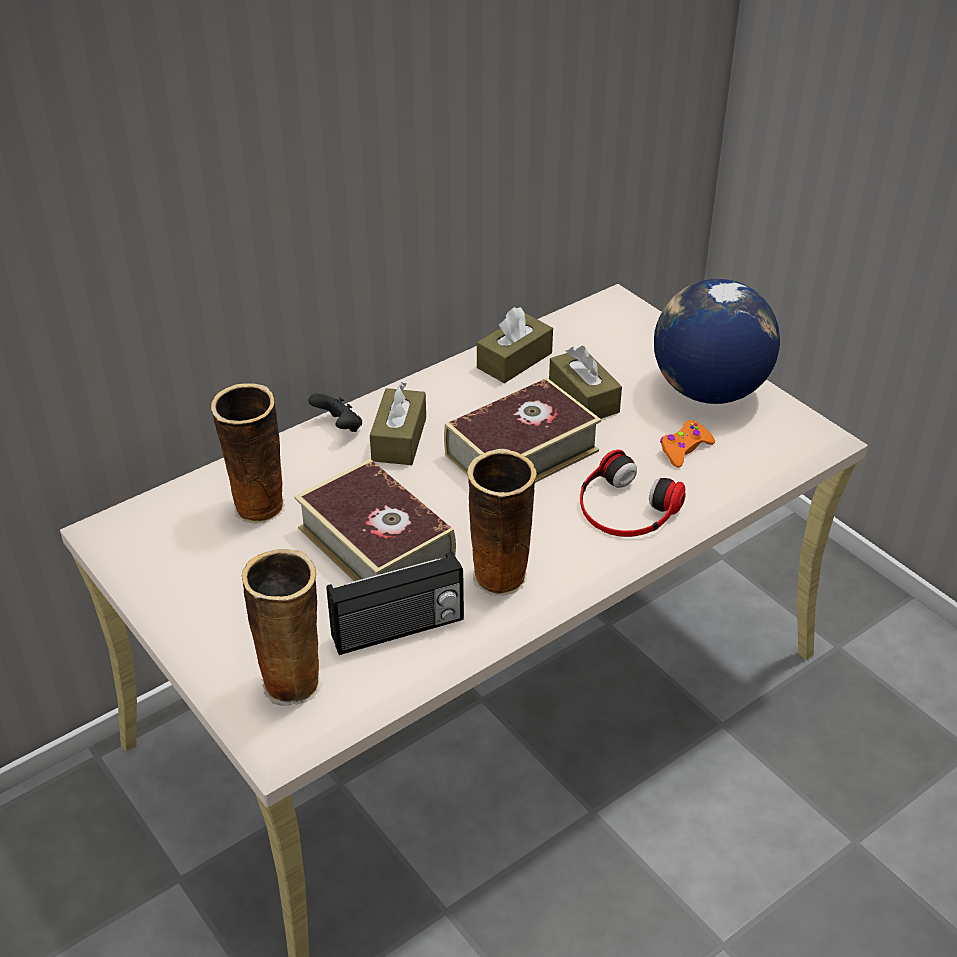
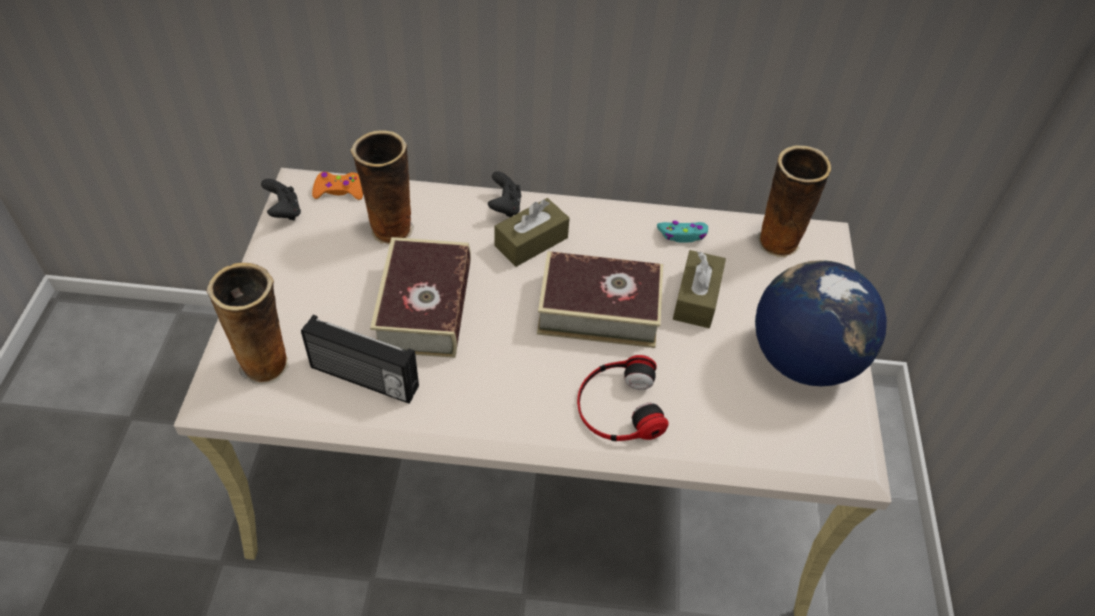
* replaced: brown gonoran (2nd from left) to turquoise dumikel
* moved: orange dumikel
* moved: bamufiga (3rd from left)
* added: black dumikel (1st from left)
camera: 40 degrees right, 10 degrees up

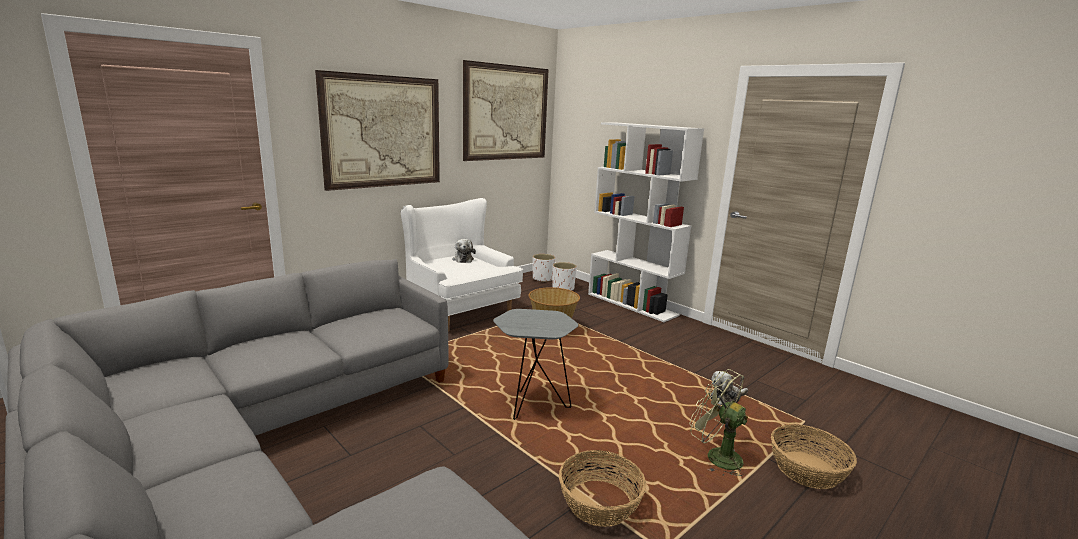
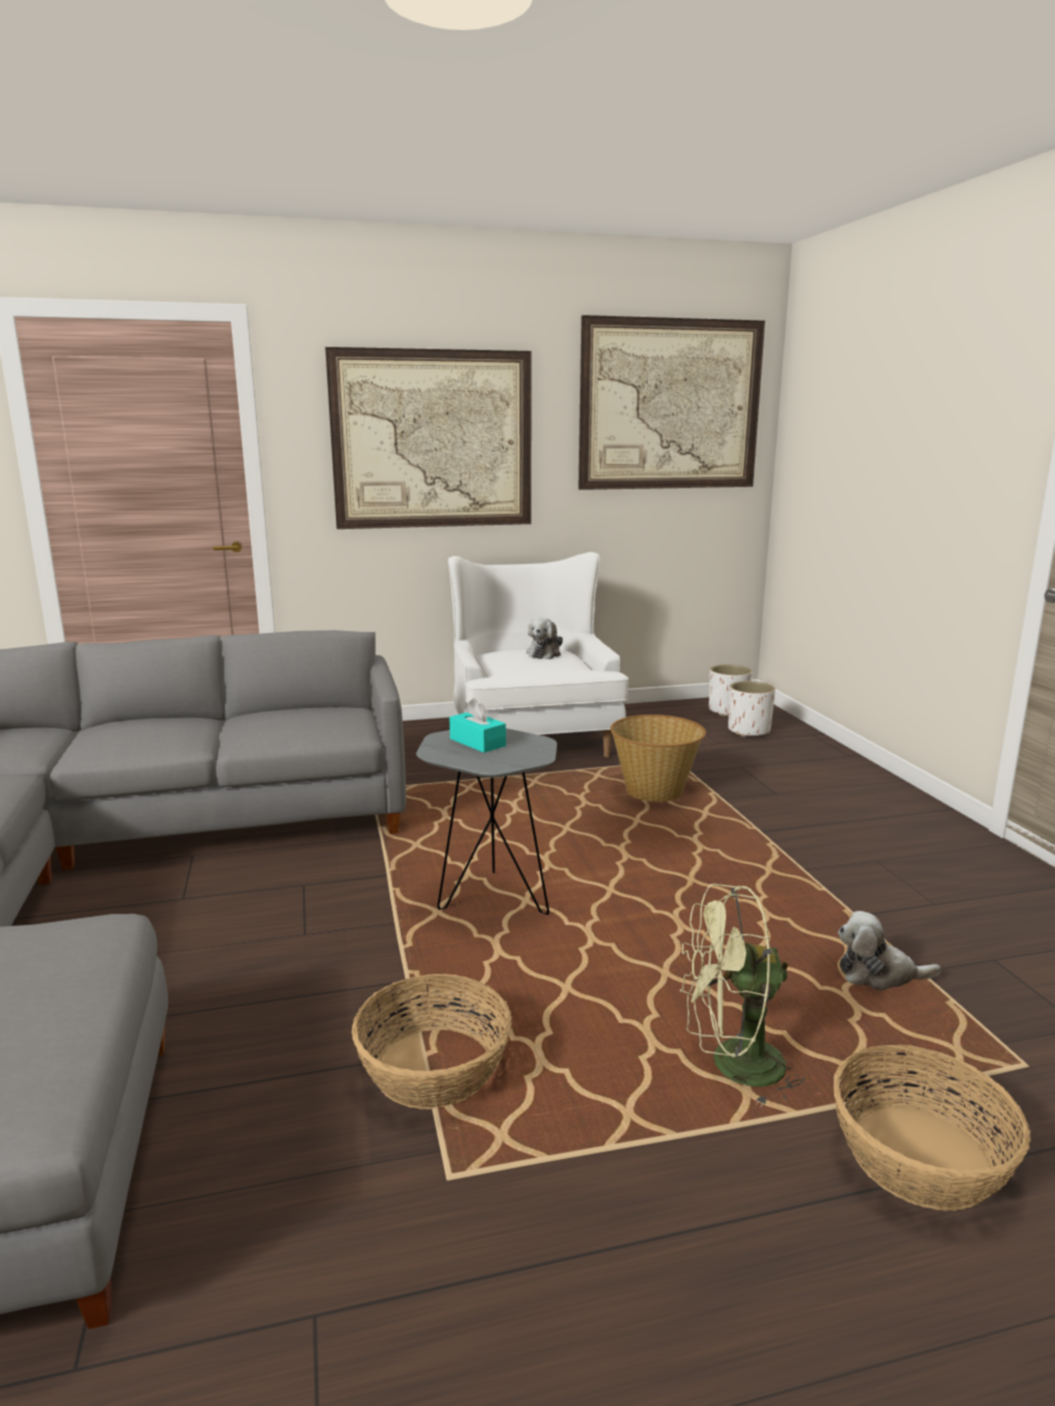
* removed: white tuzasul
* turned: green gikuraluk 75 degrees counterclockwise
* added: turquoise gonoran
camera: 30 degrees right, 0 degrees up

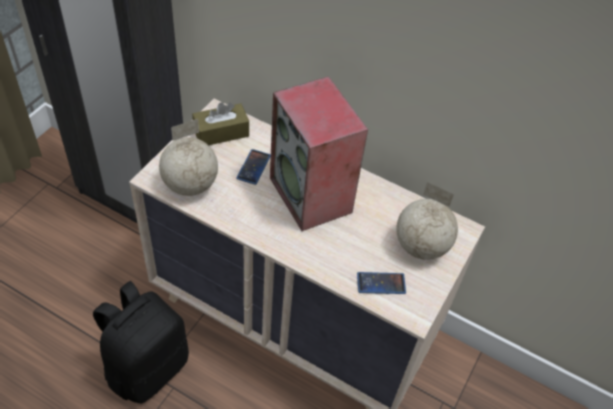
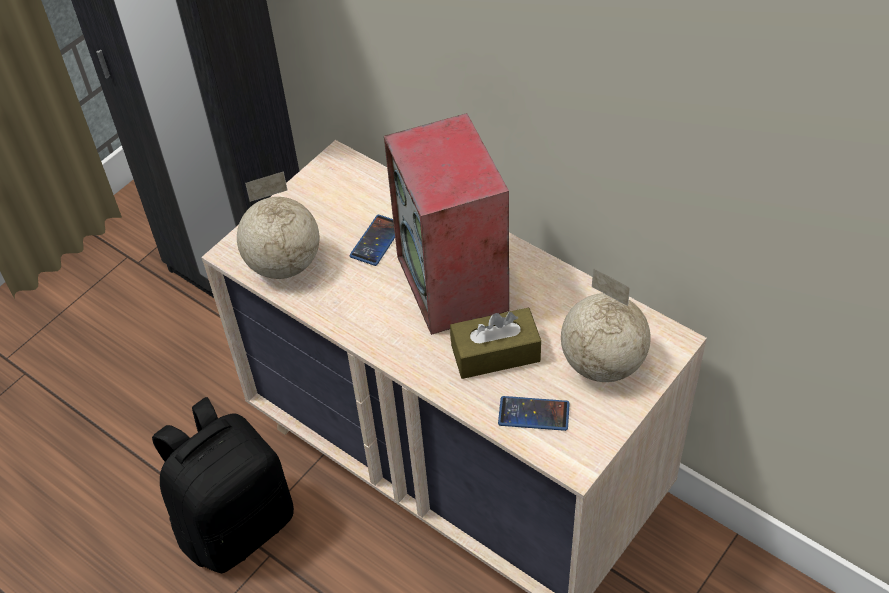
* moved: brown gonoran
camera: 15 degrees right, 0 degrees up

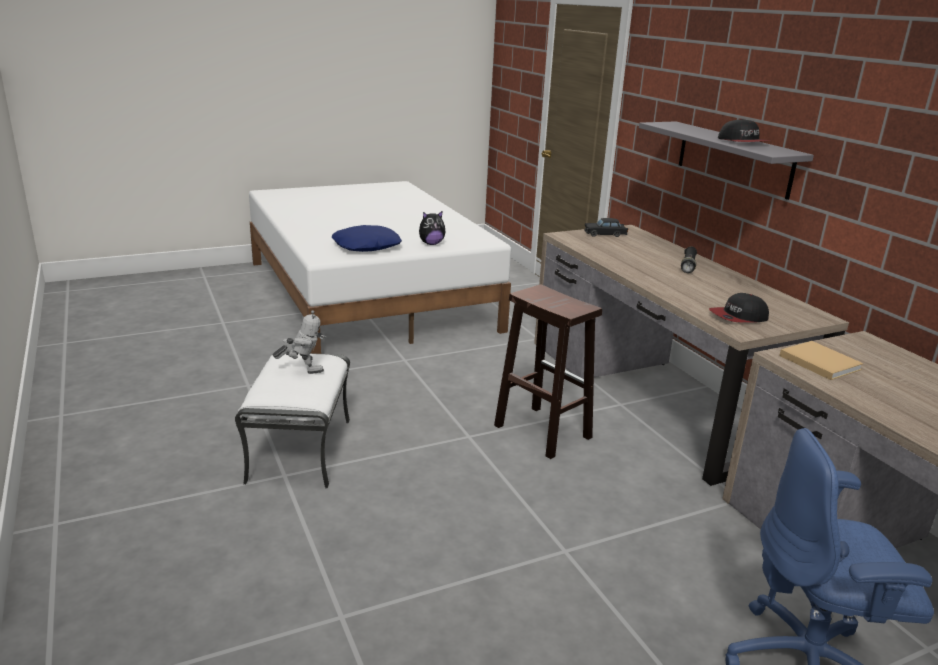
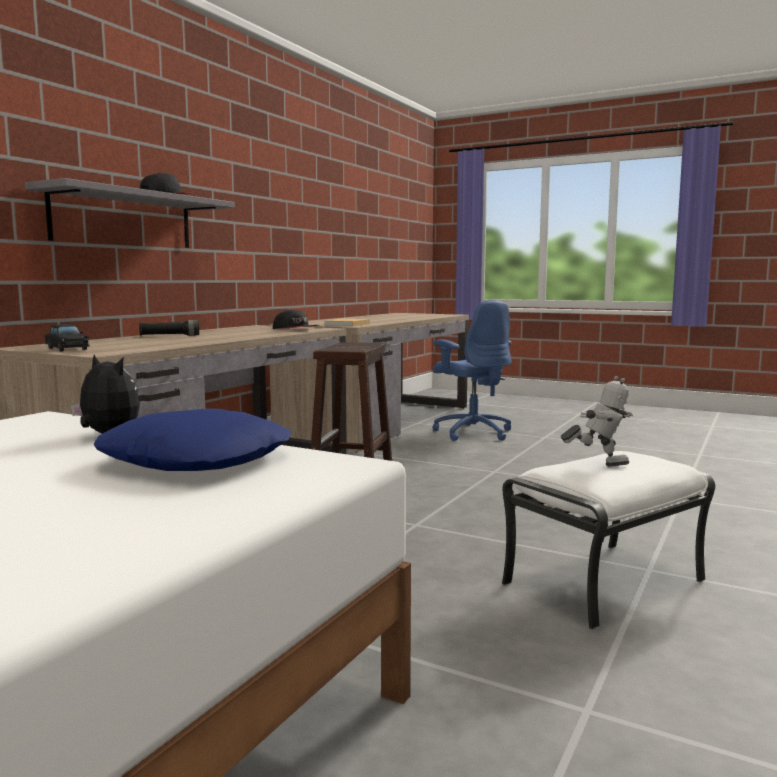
* turned: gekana 135 degrees clockwise
camera: 125 degrees left, 15 degrees down

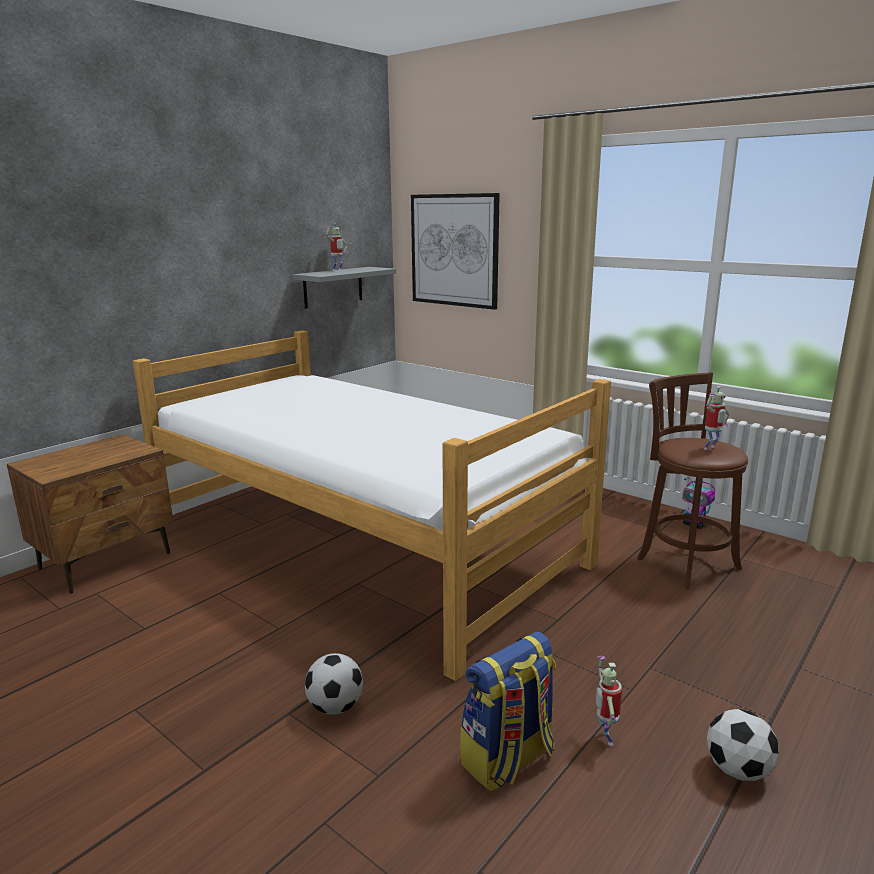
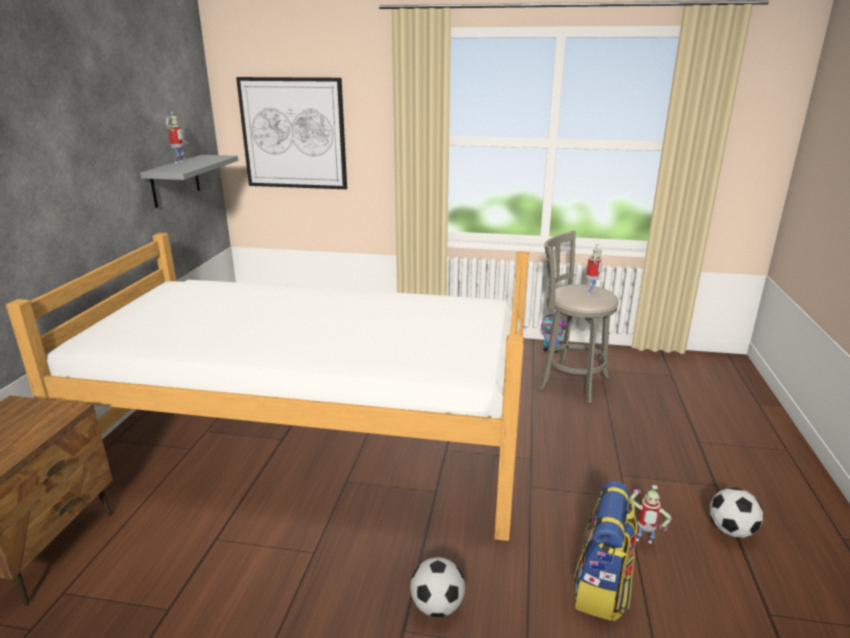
* recoloured: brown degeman to grey degeman
* turned: gekana (2nd from left in the first image) 45 degrees counterclockwise
camera: 30 degrees left, 5 degrees up

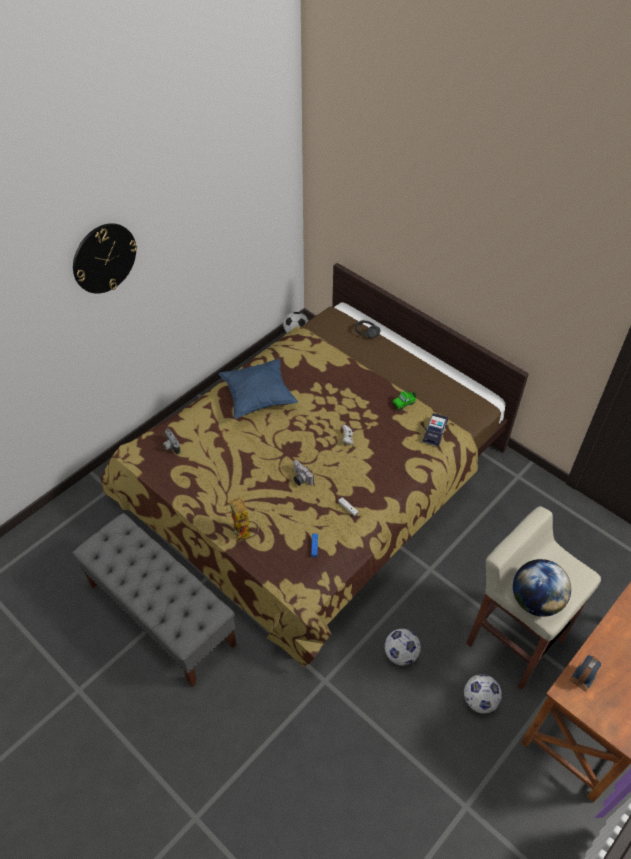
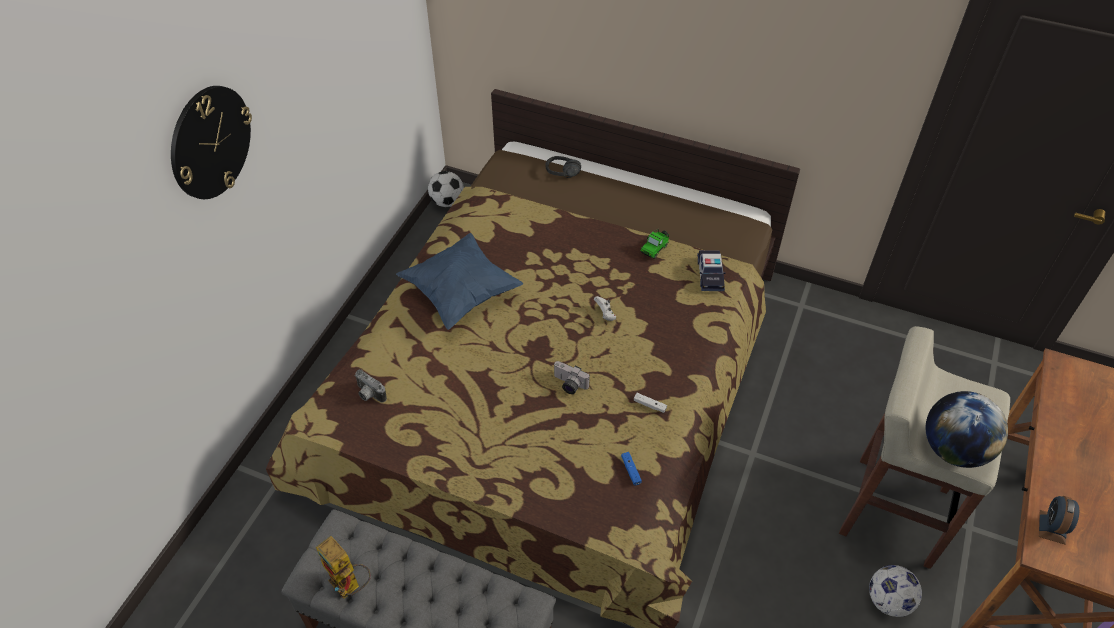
* moved: gekana
* removed: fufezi (2nd from left)
camera: 20 degrees left, 0 degrees up

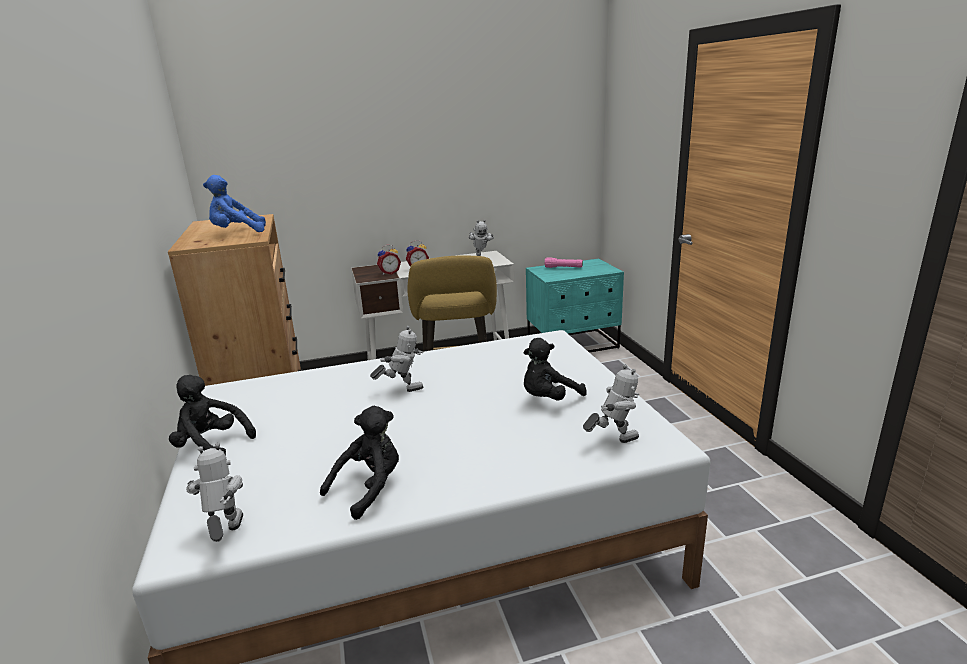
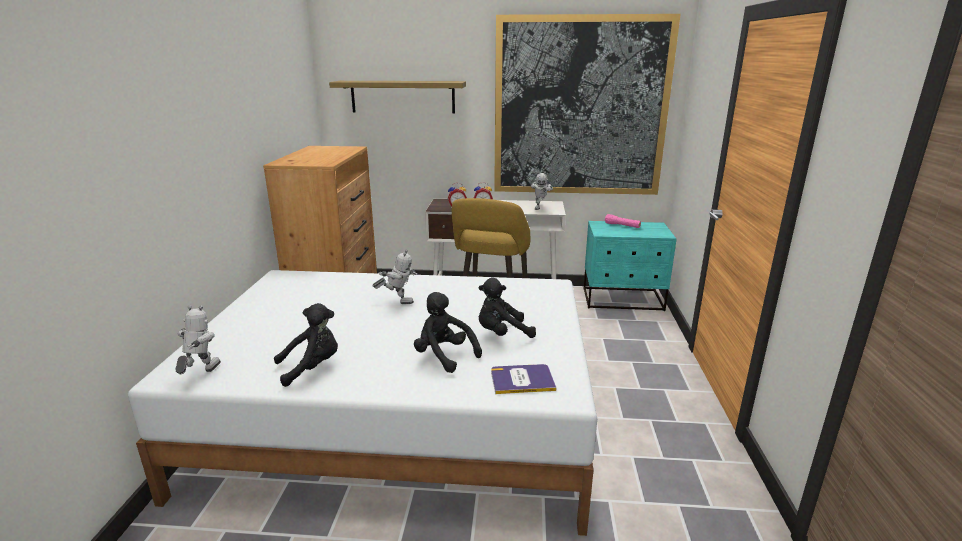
* removed: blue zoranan
* replaced: gekana (4th from left) to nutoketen
* moved: black zoranan (1st from left in the first image) to black zoranan (2nd from left)
* added: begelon
* added: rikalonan
camera: 20 degrees right, 0 degrees up

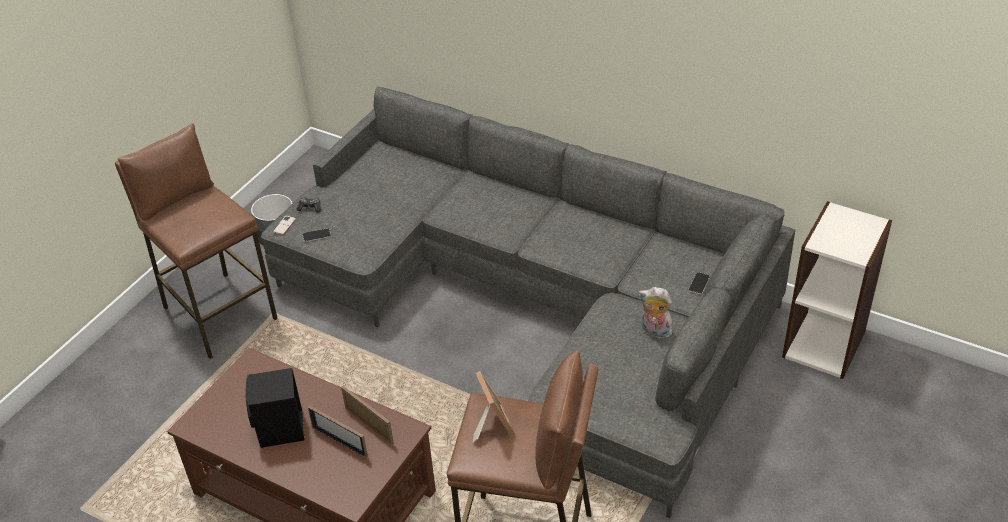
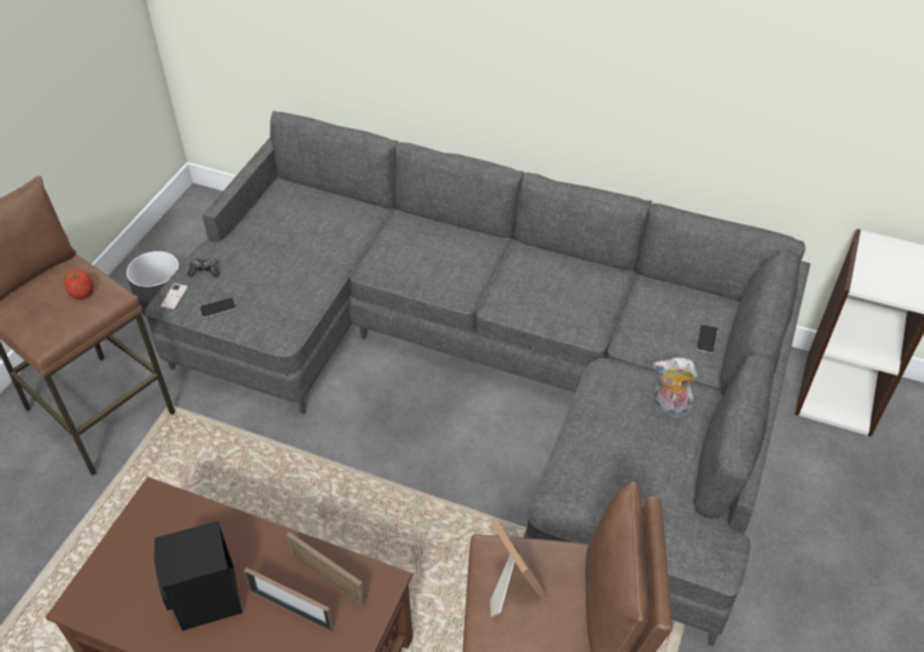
* added: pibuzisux
camera: 10 degrees left, 5 degrees up

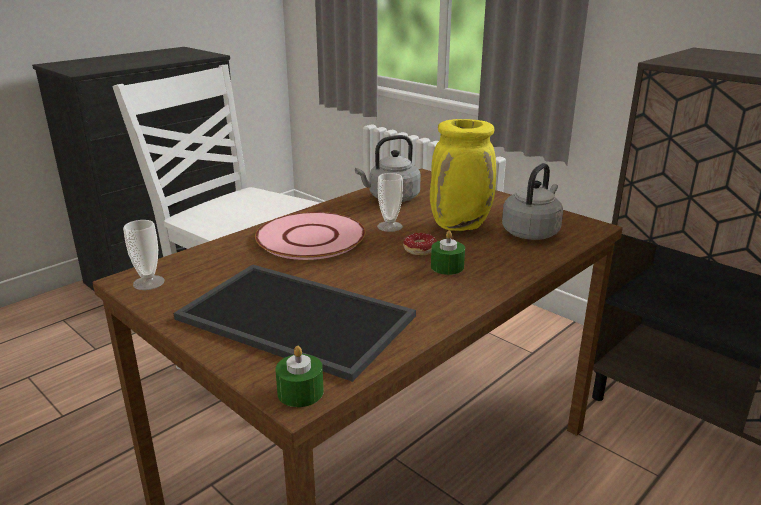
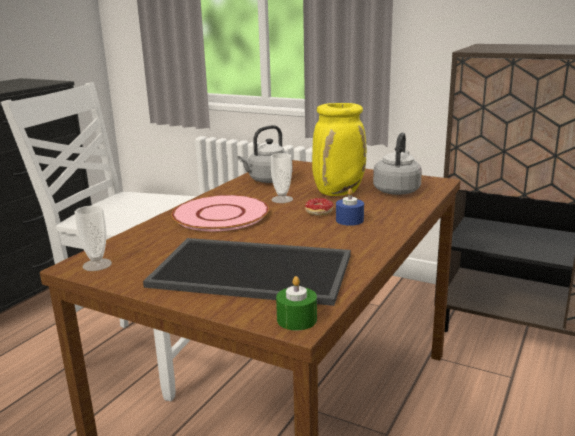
* recoloured: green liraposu (2nd from left) to blue liraposu
camera: 15 degrees left, 5 degrees down

